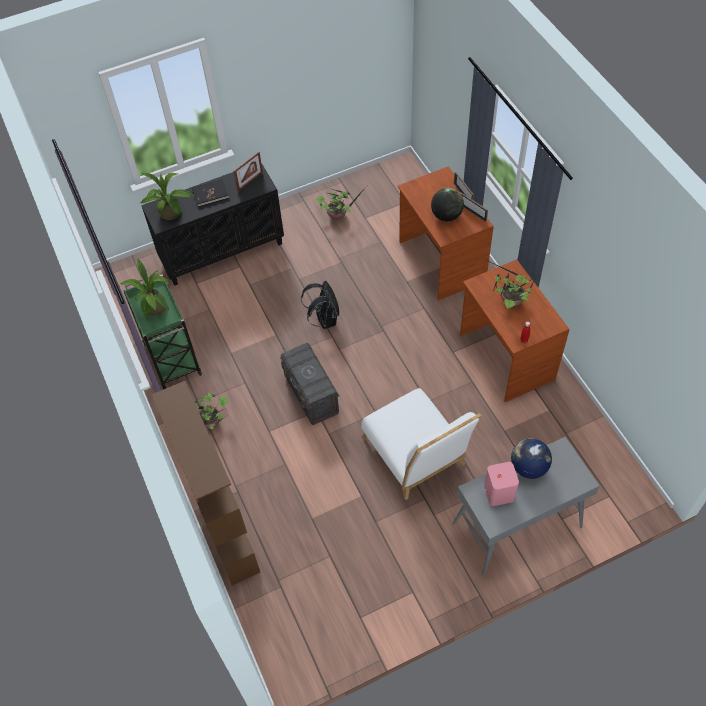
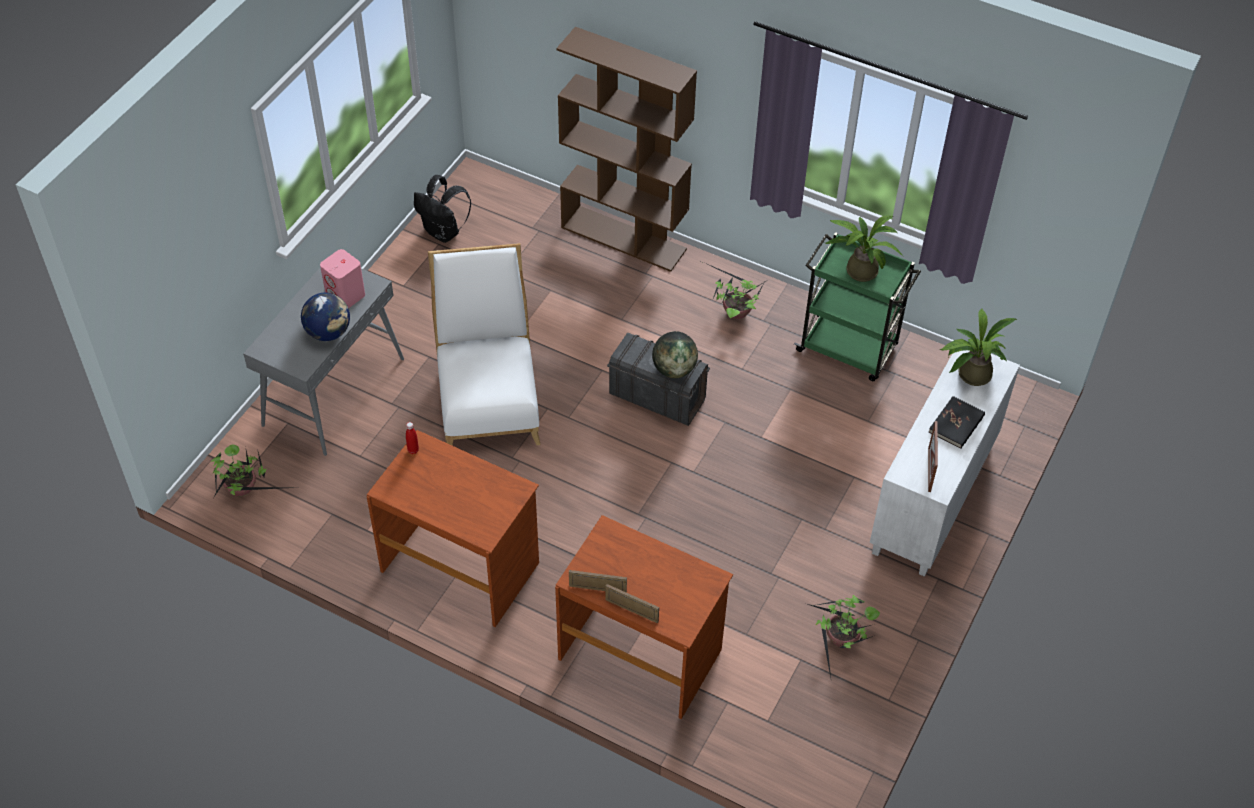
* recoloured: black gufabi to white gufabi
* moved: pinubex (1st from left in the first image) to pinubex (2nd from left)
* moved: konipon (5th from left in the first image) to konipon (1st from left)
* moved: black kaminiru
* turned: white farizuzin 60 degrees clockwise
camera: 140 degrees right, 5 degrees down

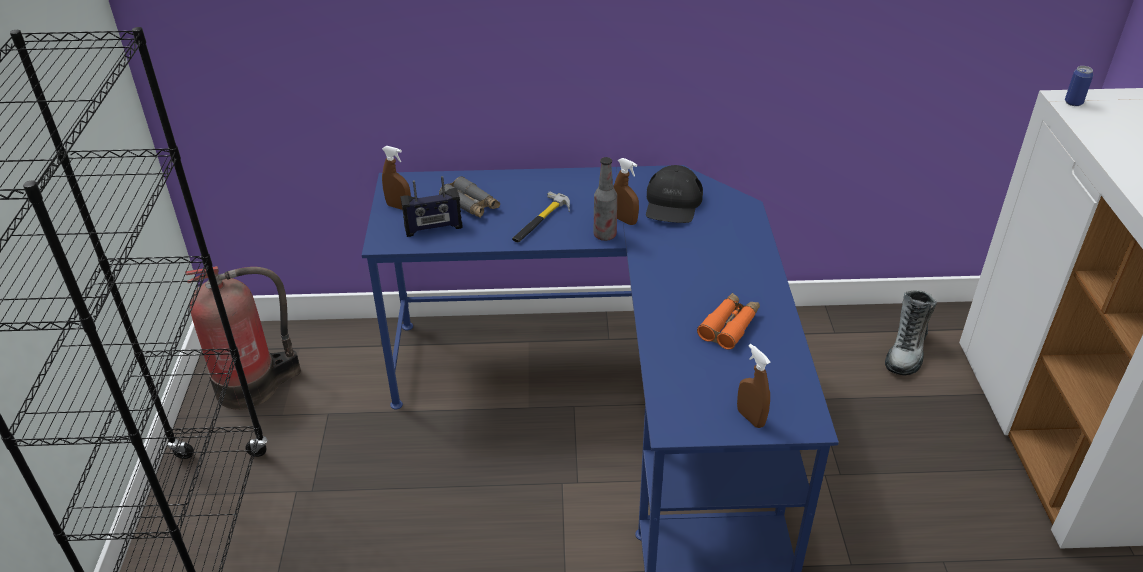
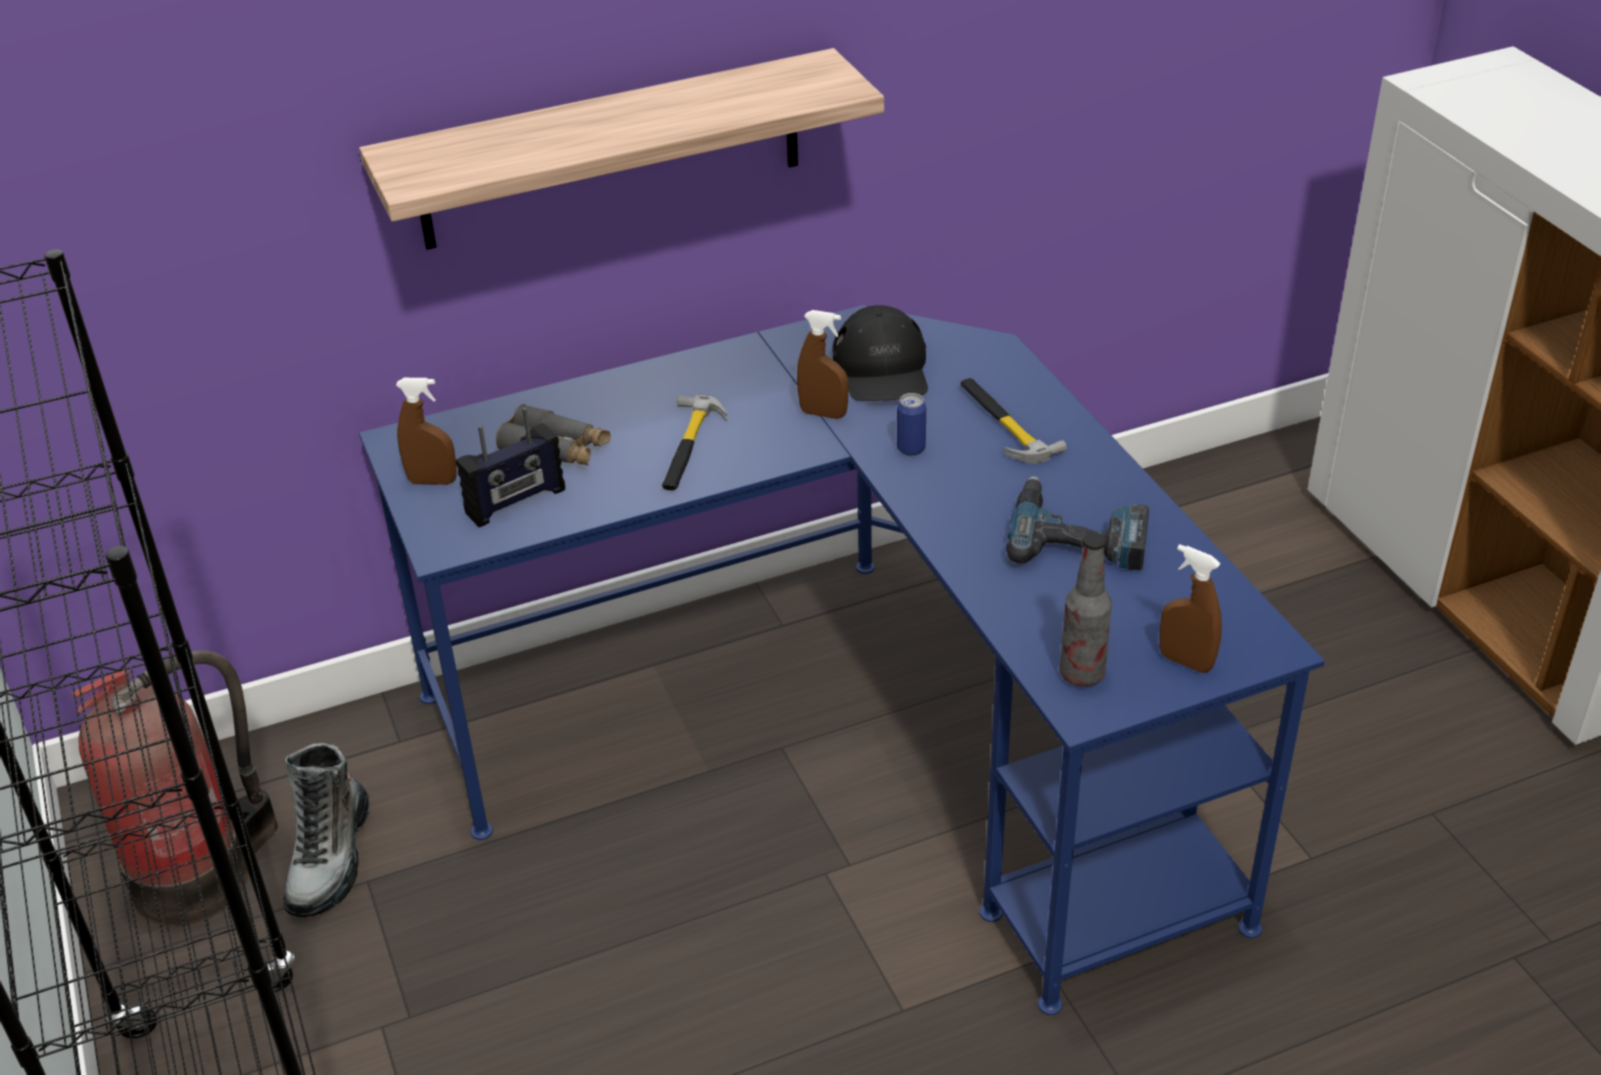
* moved: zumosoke
* moved: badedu
* moved: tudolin
* replaced: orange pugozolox to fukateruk
* added: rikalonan
* added: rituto (2nd from left)
camera: 20 degrees left, 0 degrees up

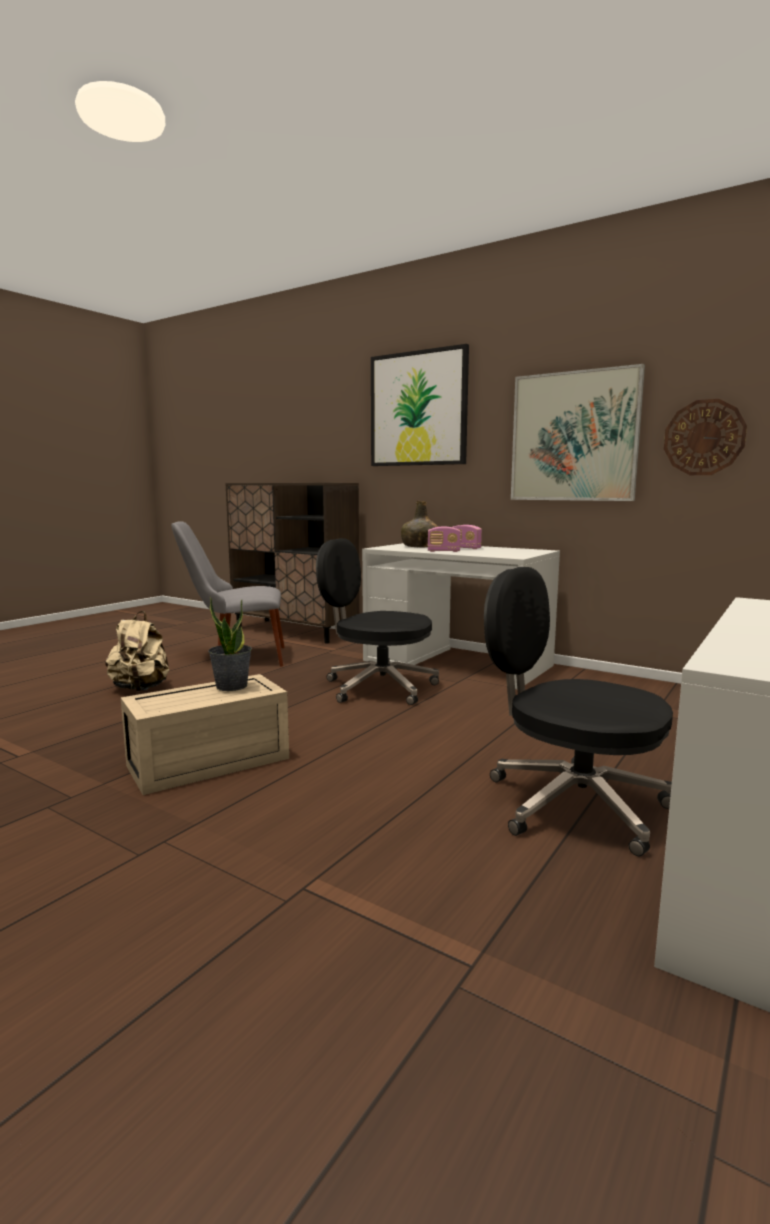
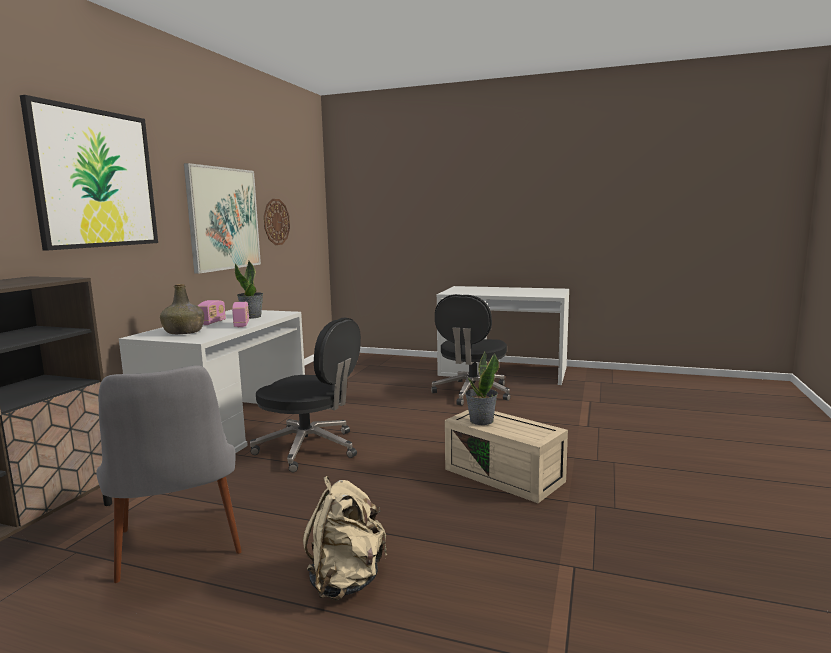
* turned: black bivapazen (1st from left) 75 degrees counterclockwise
* added: konipon (1st from left)
camera: 105 degrees left, 0 degrees up

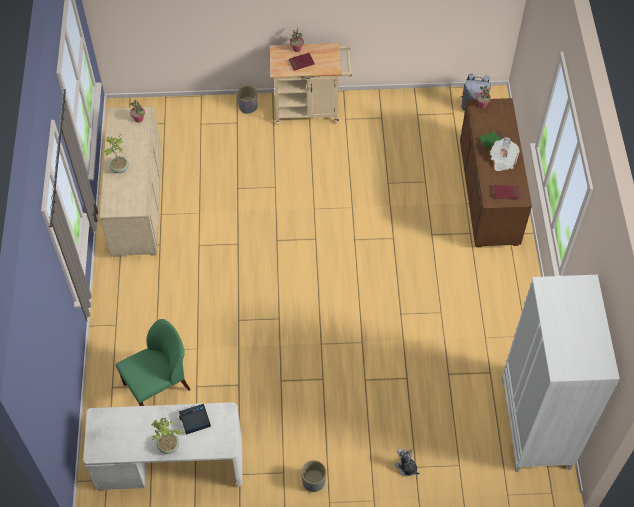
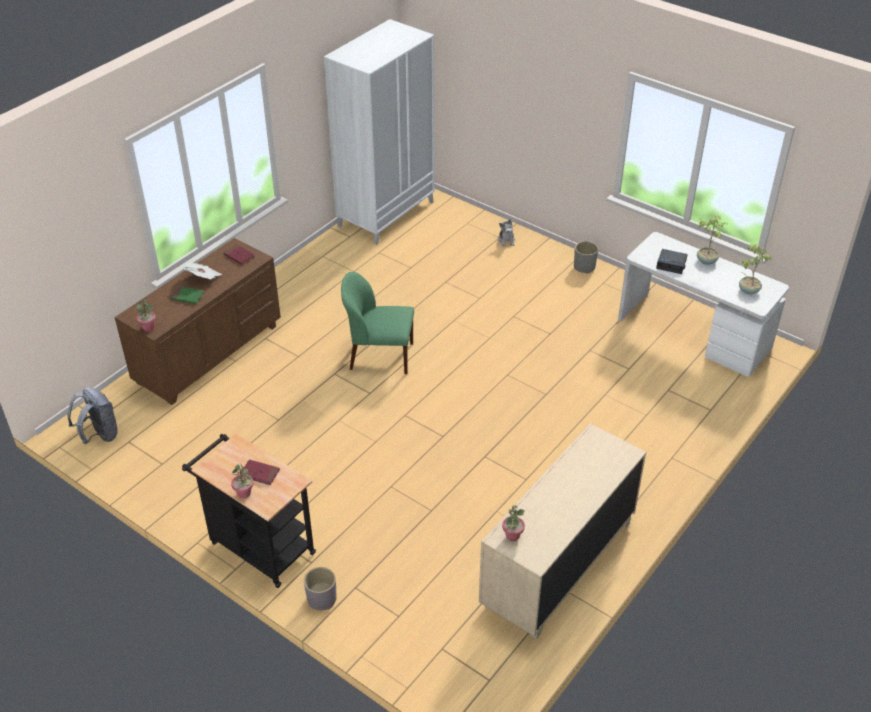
* recoloured: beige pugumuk to black pugumuk
* moved: konipon (1st from left in the first image) to konipon (5th from left)
* moved: green farizuzin
camera: 140 degrees left, 15 degrees down

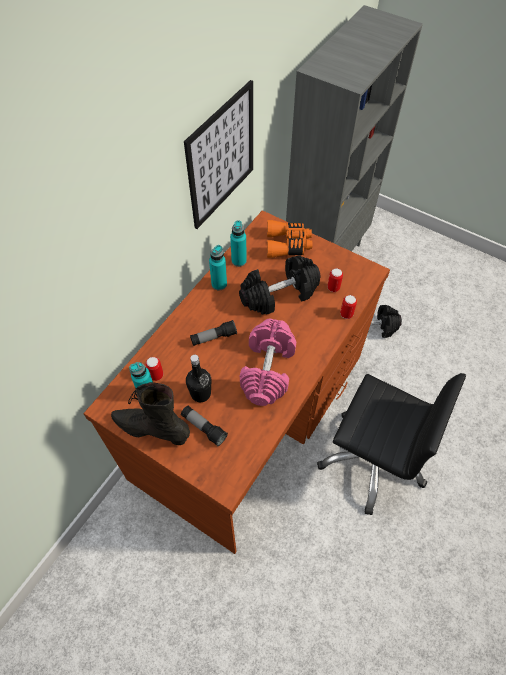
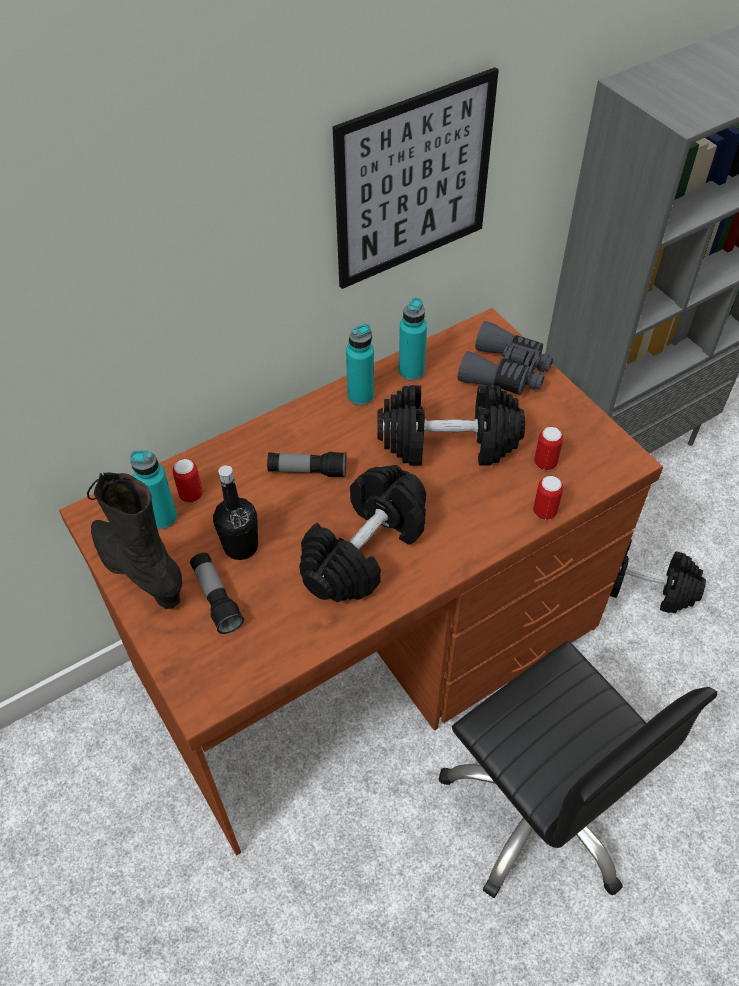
* recoloured: orange pugozolox to grey pugozolox
* recoloured: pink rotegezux to black rotegezux (1st from left)
camera: 25 degrees right, 5 degrees down

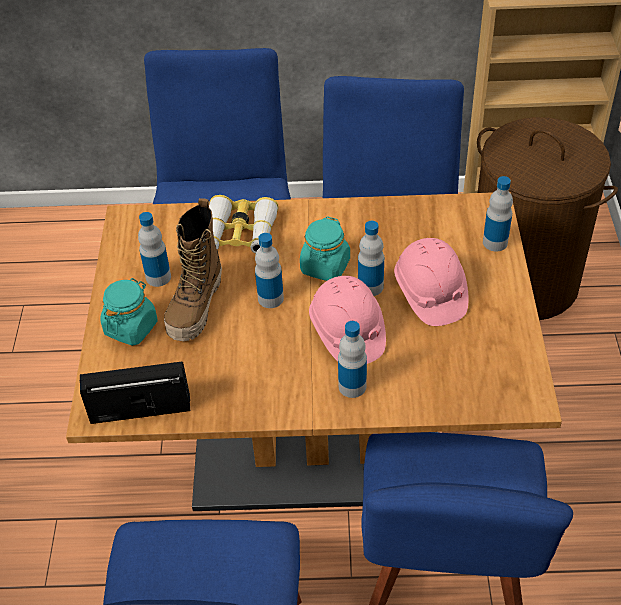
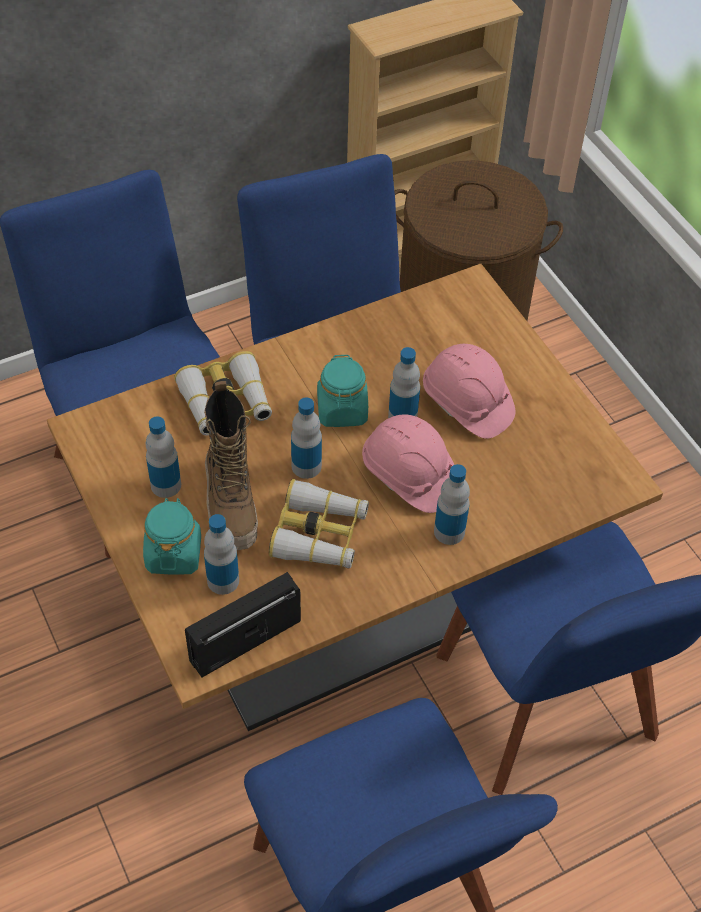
* moved: badedu (5th from left in the first image) to badedu (2nd from left)
* added: pugozolox (2nd from left)
camera: 30 degrees left, 5 degrees up

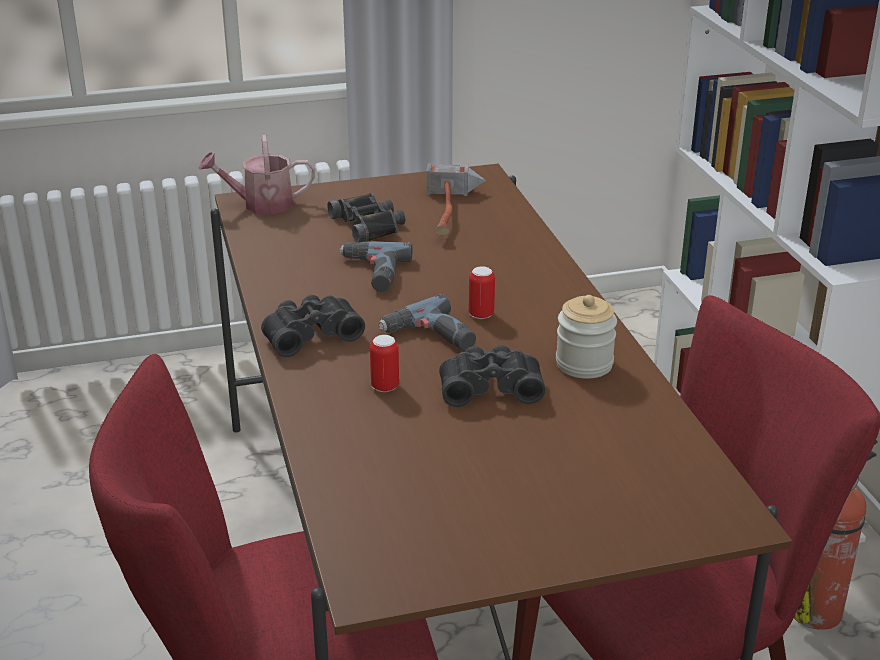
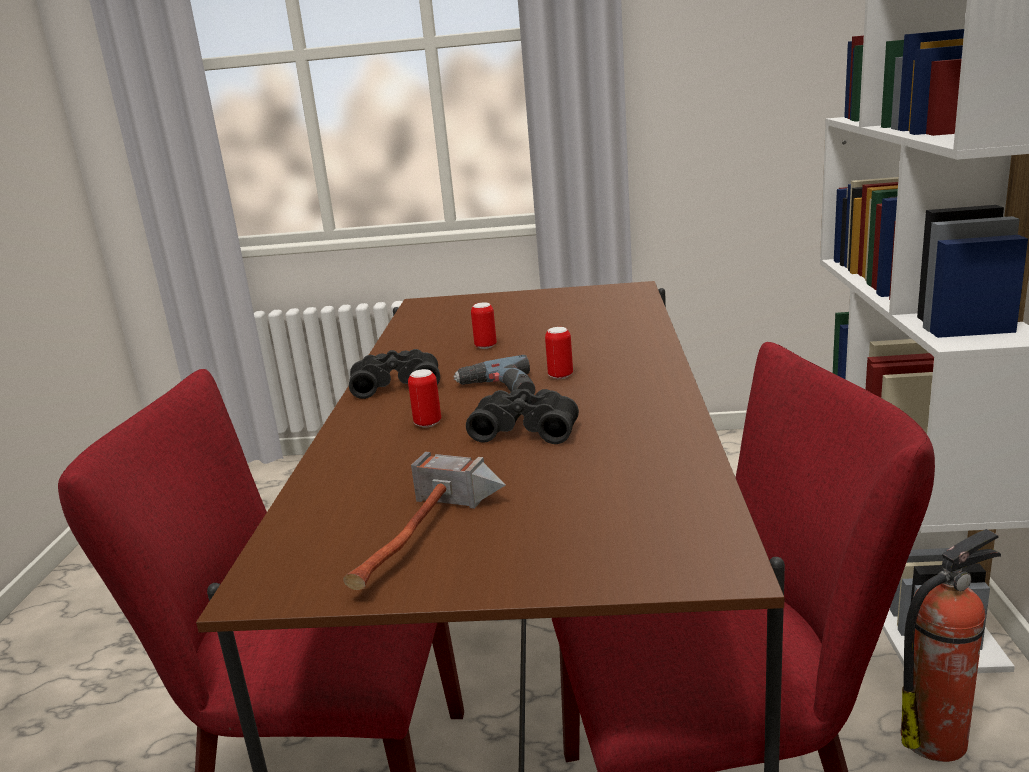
* removed: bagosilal
* moved: rituto
* removed: black pugozolox (2nd from left)
* replaced: fukateruk (1st from left) to zumosoke (2nd from left)
* removed: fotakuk
camera: 20 degrees right, 10 degrees down

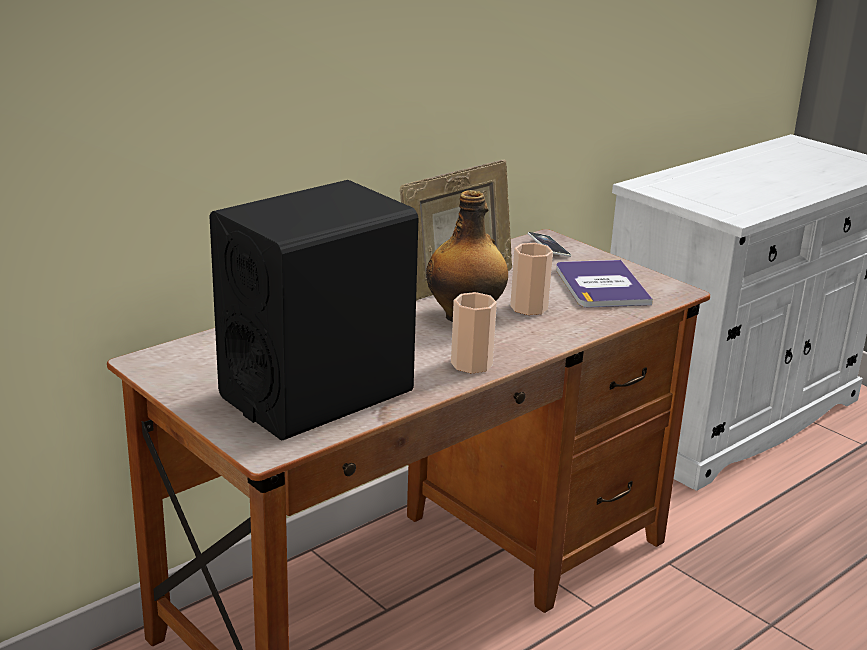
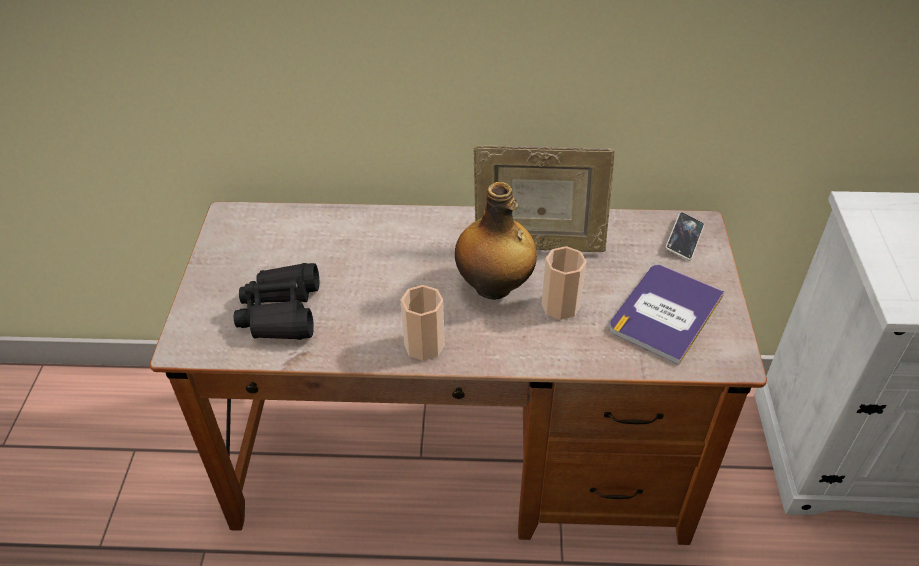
* replaced: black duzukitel to black pugozolox
camera: 45 degrees right, 20 degrees up

